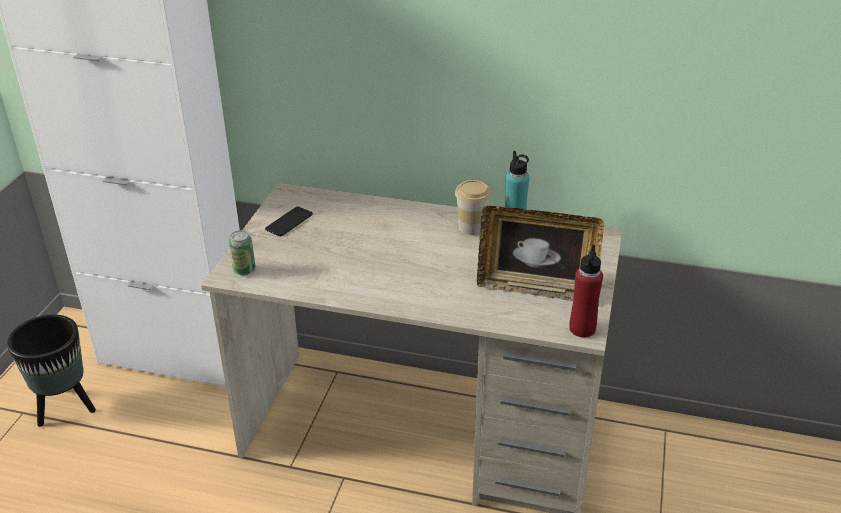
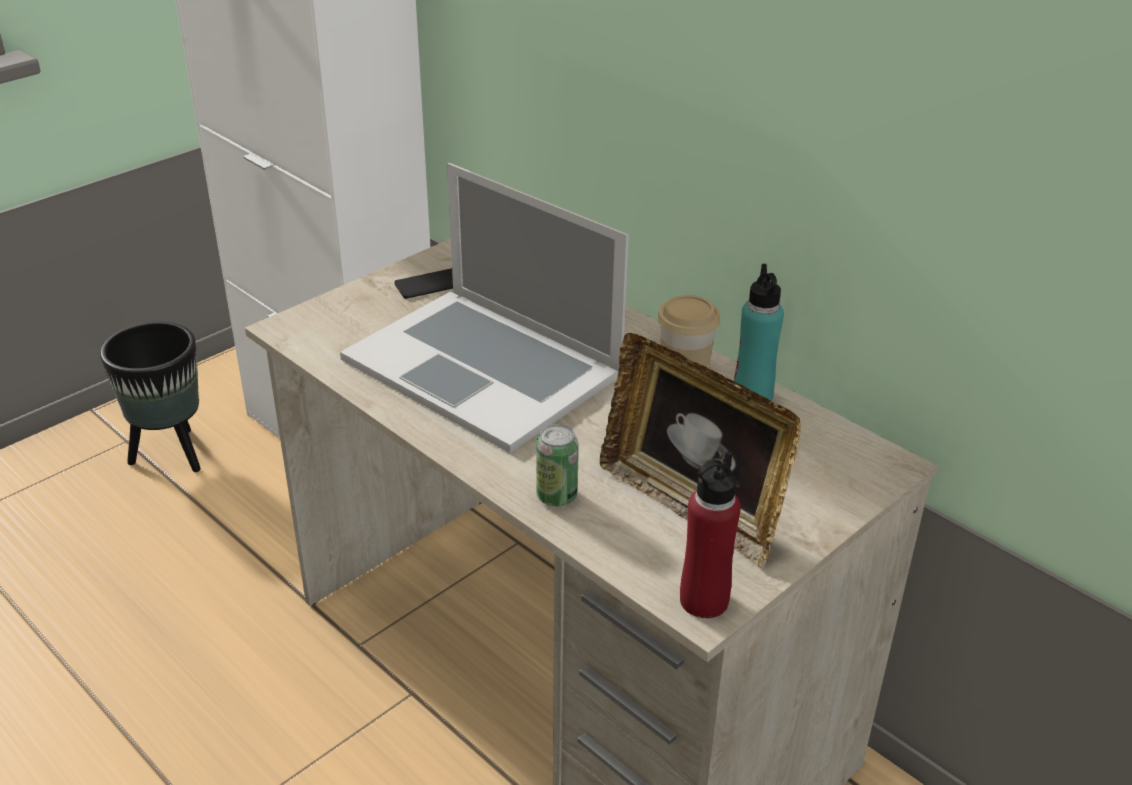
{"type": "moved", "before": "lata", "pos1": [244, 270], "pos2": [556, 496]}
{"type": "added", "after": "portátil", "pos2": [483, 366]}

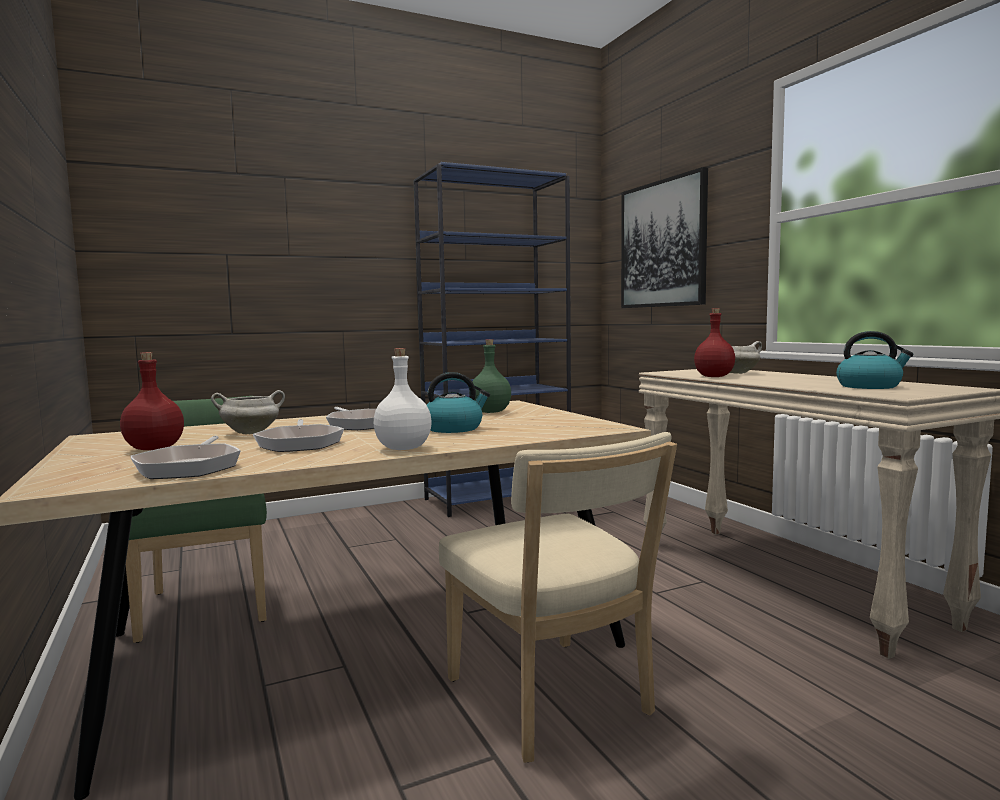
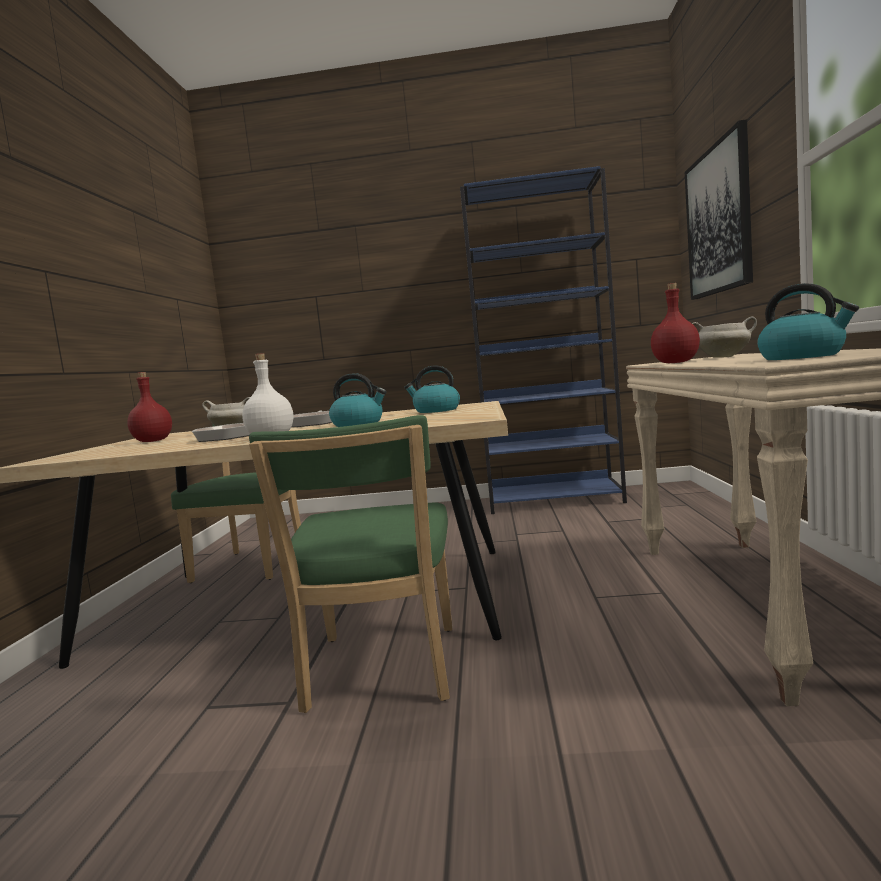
{"type": "replaced", "before": "botella/verde", "after": "hervidor", "pos1": [491, 412], "pos2": [436, 410]}
{"type": "recoloured", "before": "silla/beis", "after": "silla/verde", "pos1": [553, 702], "pos2": [381, 672]}
{"type": "removed", "before": "sartén", "pos1": [190, 467]}

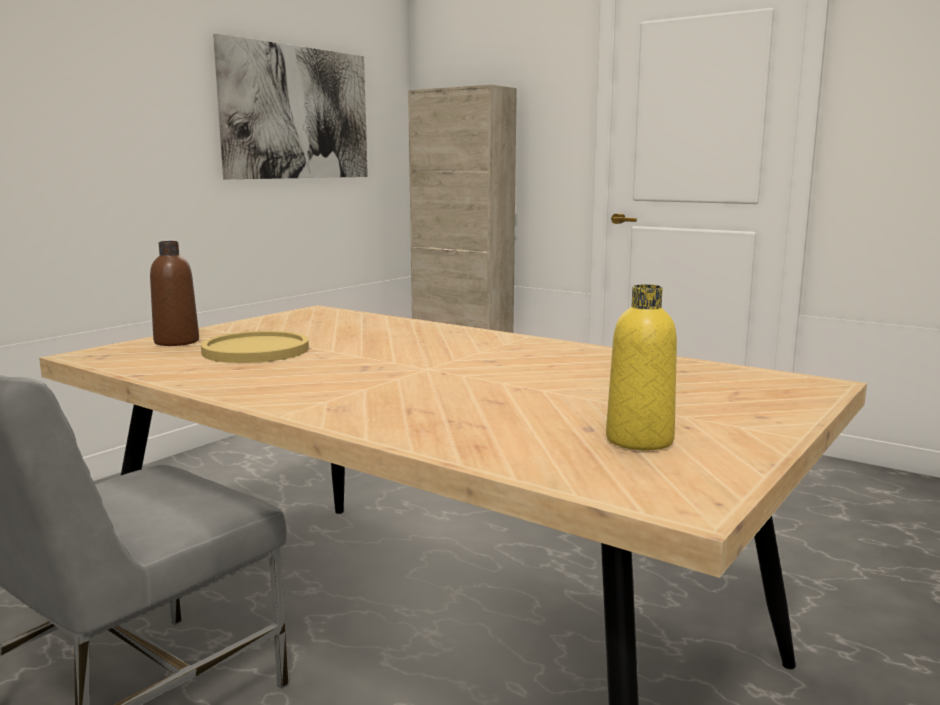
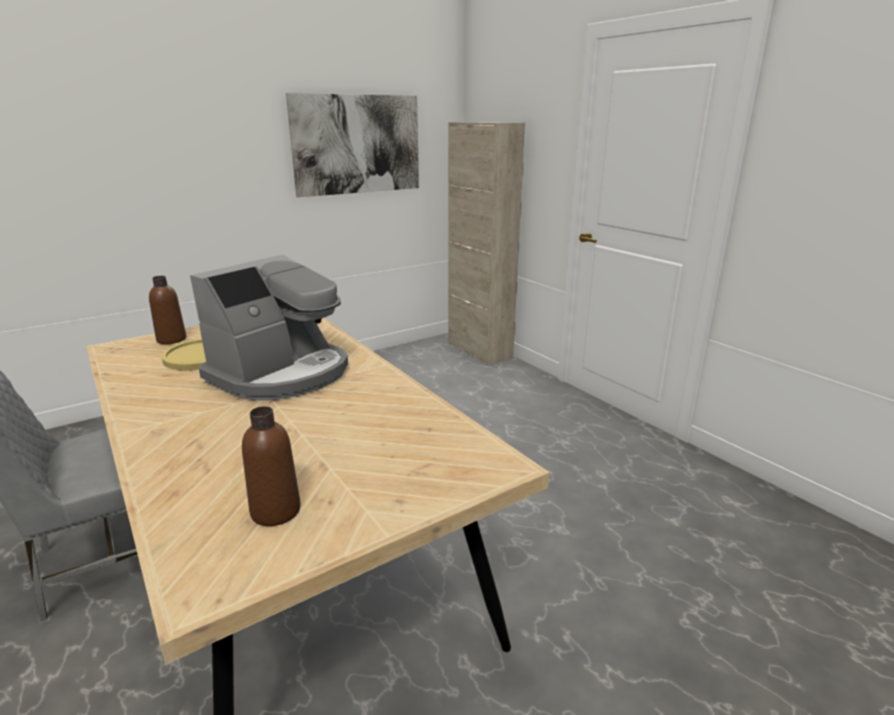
{"type": "recoloured", "before": "botella/amarillo", "after": "botella/marrón", "pos1": [639, 440], "pos2": [275, 511]}
{"type": "added", "after": "cafetera", "pos2": [281, 374]}

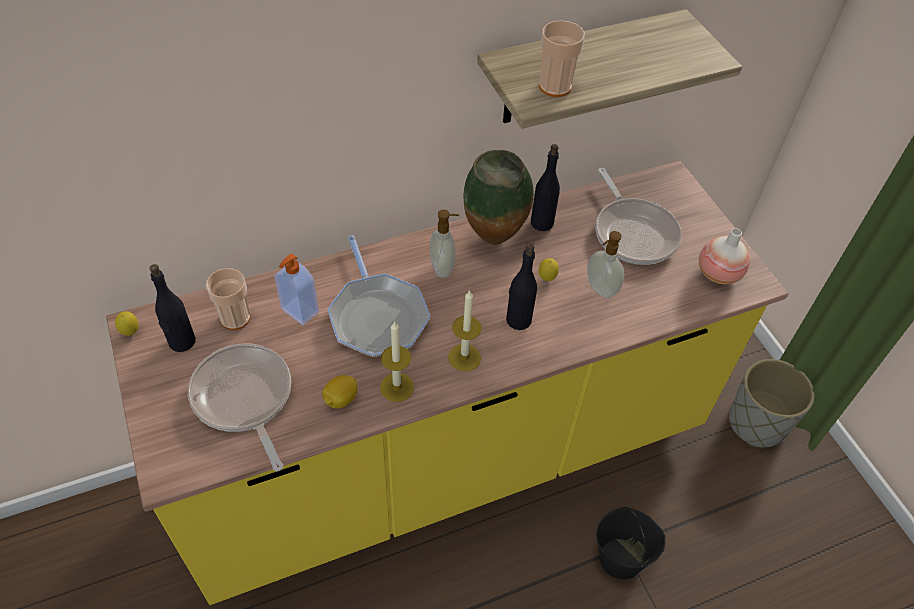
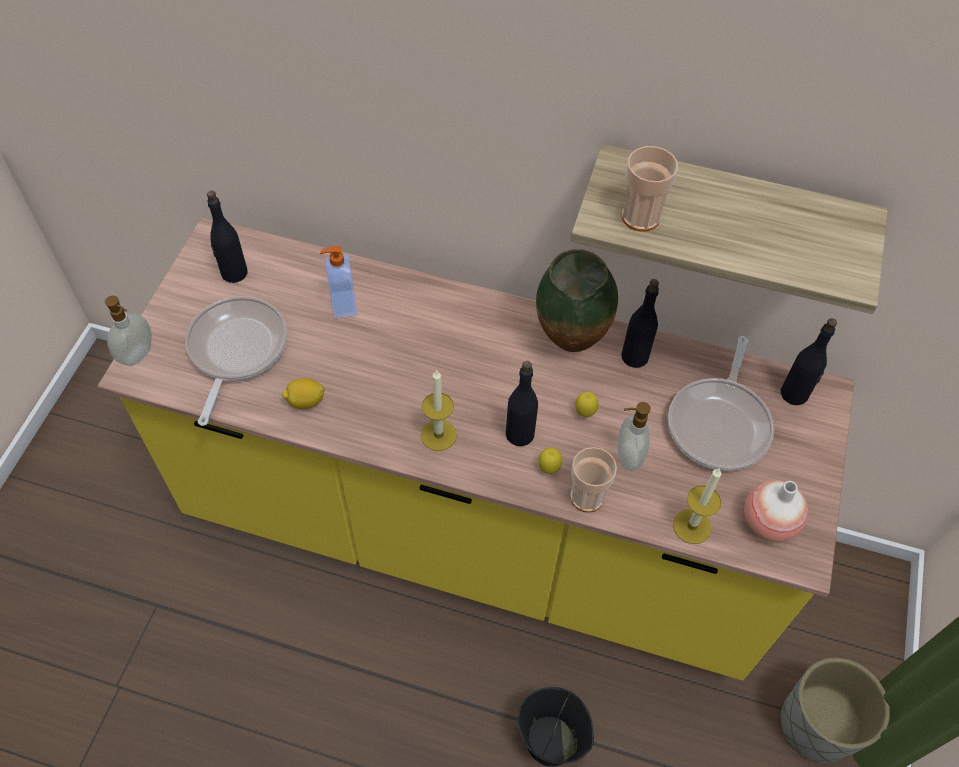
{"type": "moved", "before": "dispensador de jabón", "pos1": [443, 267], "pos2": [138, 355]}
{"type": "removed", "before": "sartén", "pos1": [377, 316]}
{"type": "moved", "before": "taza", "pos1": [235, 318], "pos2": [587, 497]}
{"type": "moved", "before": "limón", "pos1": [131, 332], "pos2": [549, 469]}
{"type": "moved", "before": "vela", "pos1": [397, 387], "pos2": [692, 526]}
{"type": "added", "after": "botella/negro", "pos2": [794, 394]}

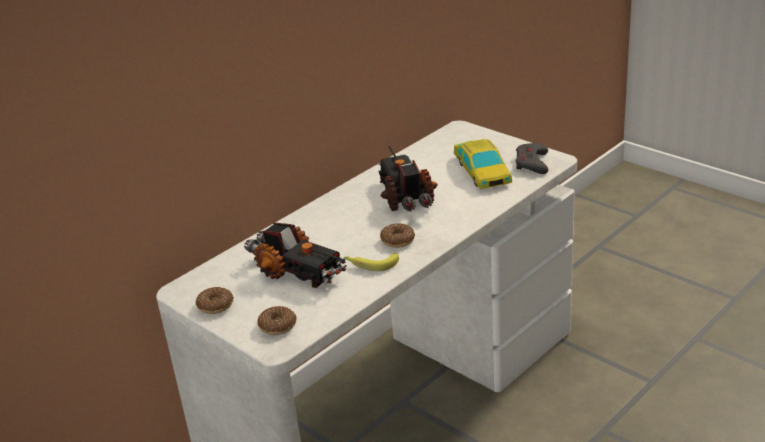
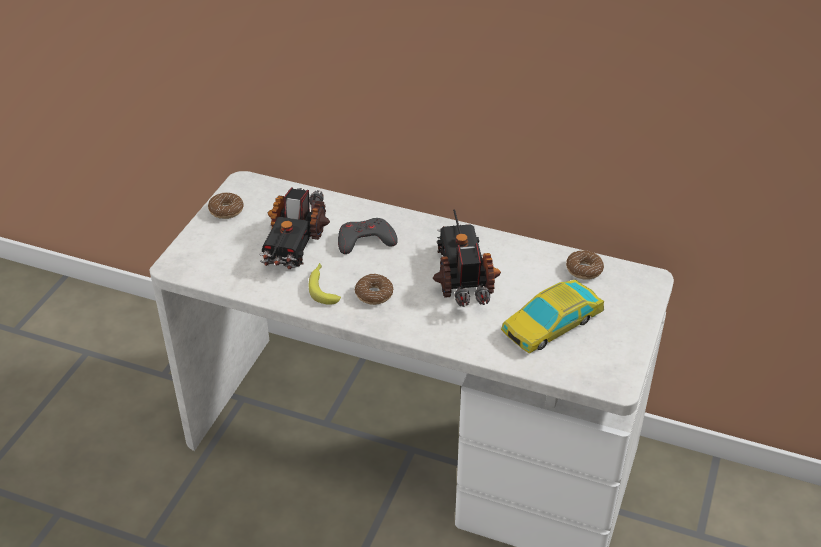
{"type": "moved", "before": "mando de consola/gris", "pos1": [532, 163], "pos2": [365, 240]}
{"type": "turned", "before": "camión de juguete", "pos1": [406, 197], "pos2": [464, 278], "turn": -60}
{"type": "moved", "before": "rosquilla", "pos1": [277, 326], "pos2": [584, 270]}

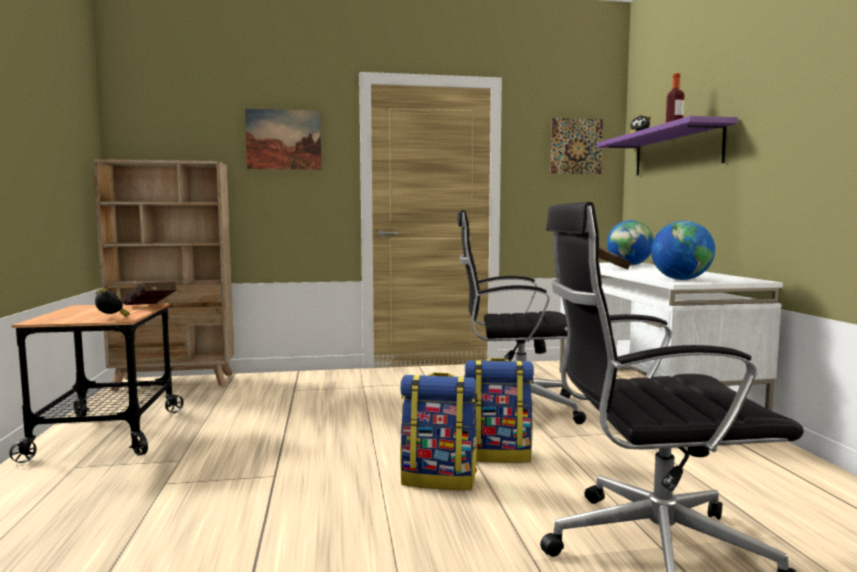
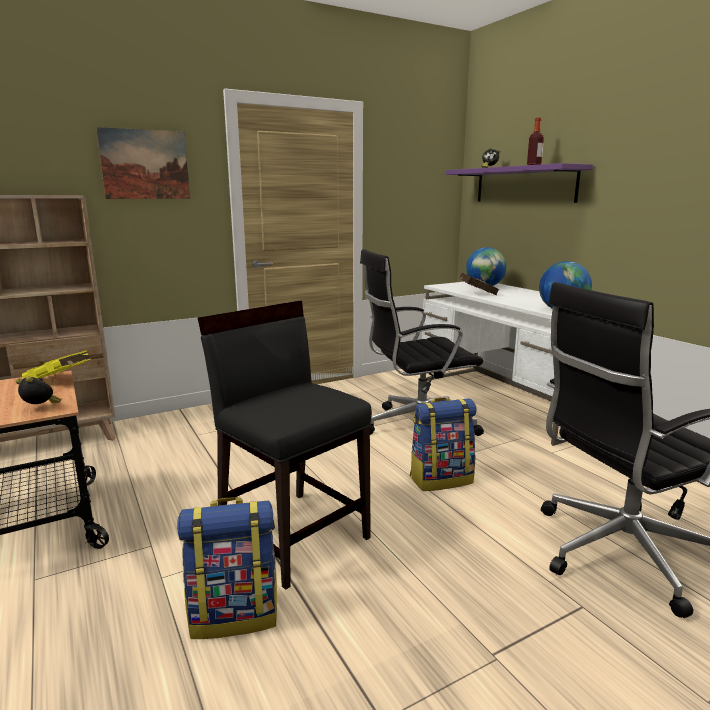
{"type": "removed", "before": "cuadro", "pos1": [576, 146]}
{"type": "recoloured", "before": "libro/rojo", "after": "libro/amarillo", "pos1": [151, 307], "pos2": [60, 381]}
{"type": "moved", "before": "mochila", "pos1": [439, 478], "pos2": [235, 614]}
{"type": "added", "after": "silla/negro", "pos2": [293, 534]}

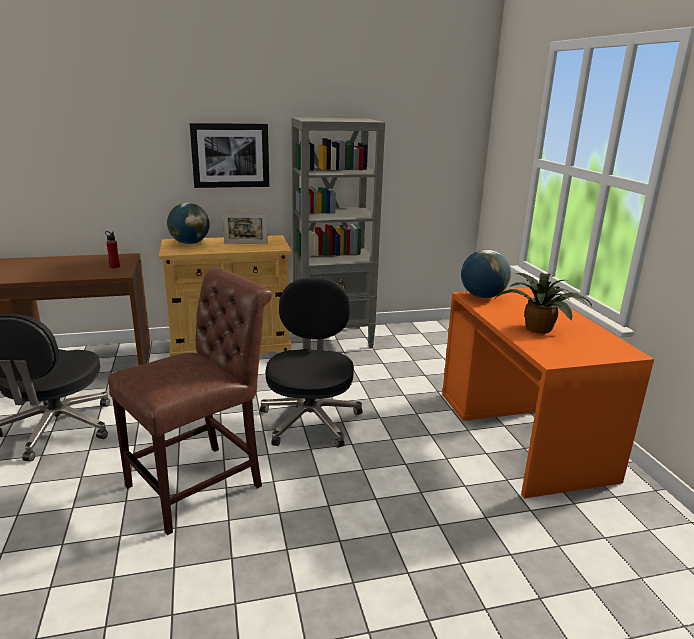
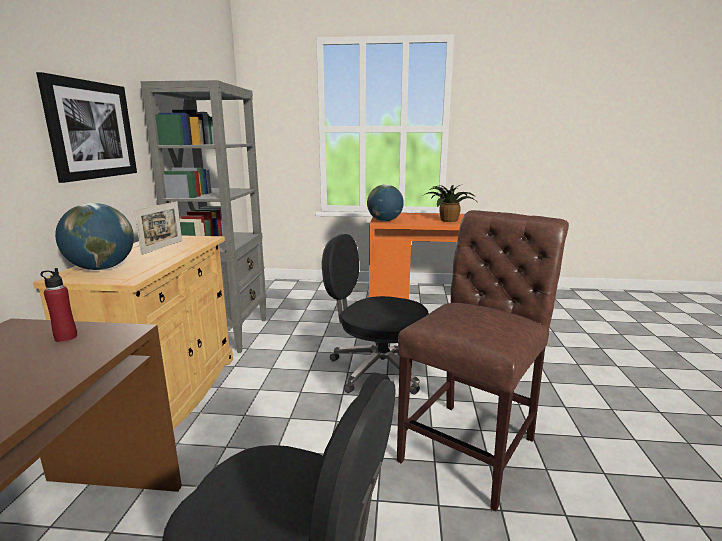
{"type": "turned", "before": "silla/marrón", "pos1": [202, 483], "pos2": [473, 445], "turn": 60}

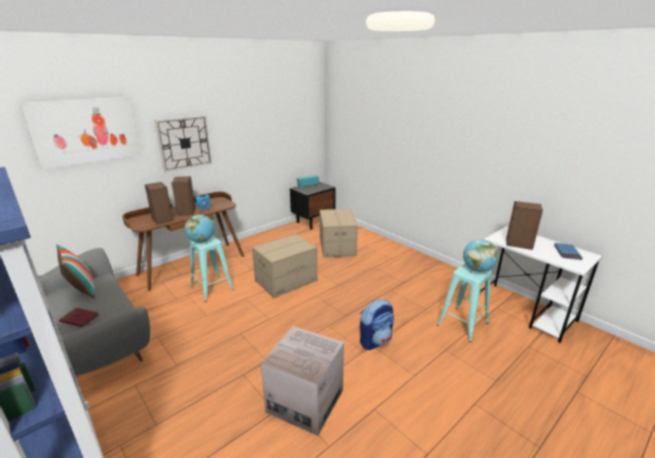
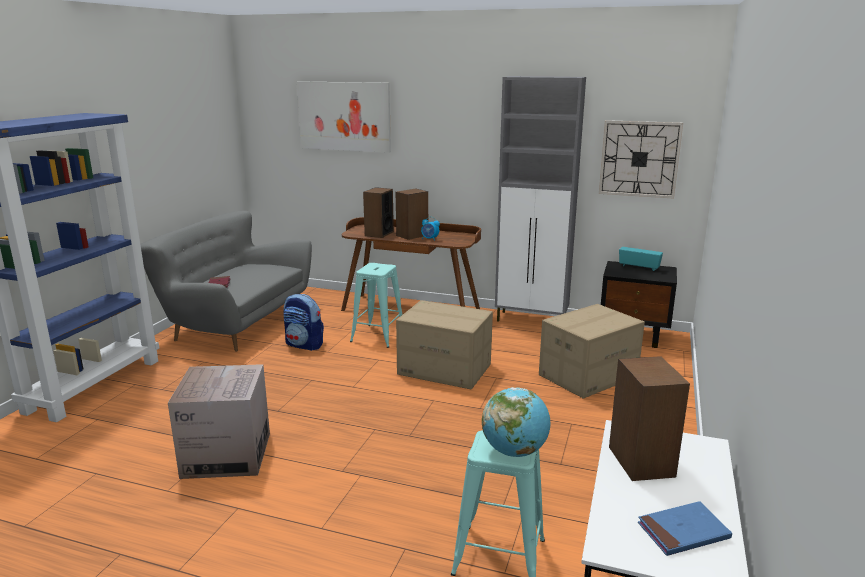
{"type": "moved", "before": "reloj de pared", "pos1": [185, 143], "pos2": [639, 159]}
{"type": "removed", "before": "globo terráqueo", "pos1": [201, 241]}
{"type": "removed", "before": "cojín", "pos1": [82, 290]}
{"type": "moved", "before": "mochila", "pos1": [375, 341], "pos2": [304, 345]}
{"type": "added", "after": "armario/gris", "pos2": [532, 320]}

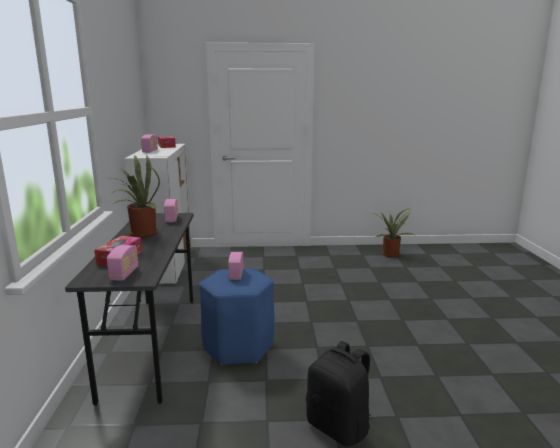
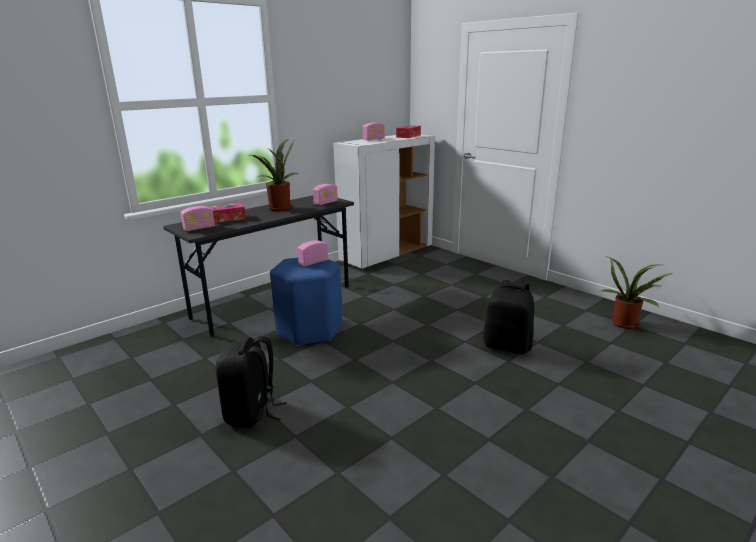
{"type": "added", "after": "mochila/negro", "pos2": [507, 346]}

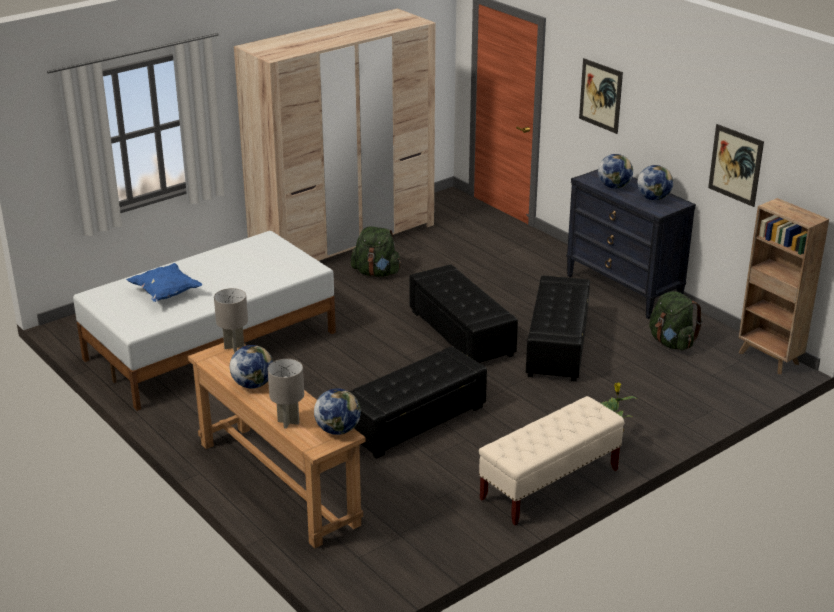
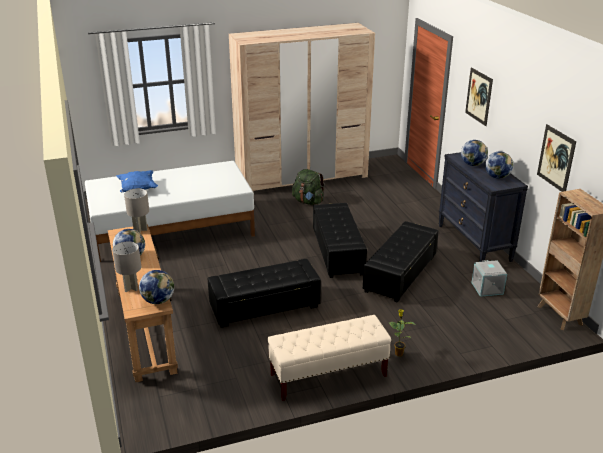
{"type": "replaced", "before": "mochila/verde", "after": "caja de almacenaje/gris", "pos1": [671, 343], "pos2": [488, 288]}

